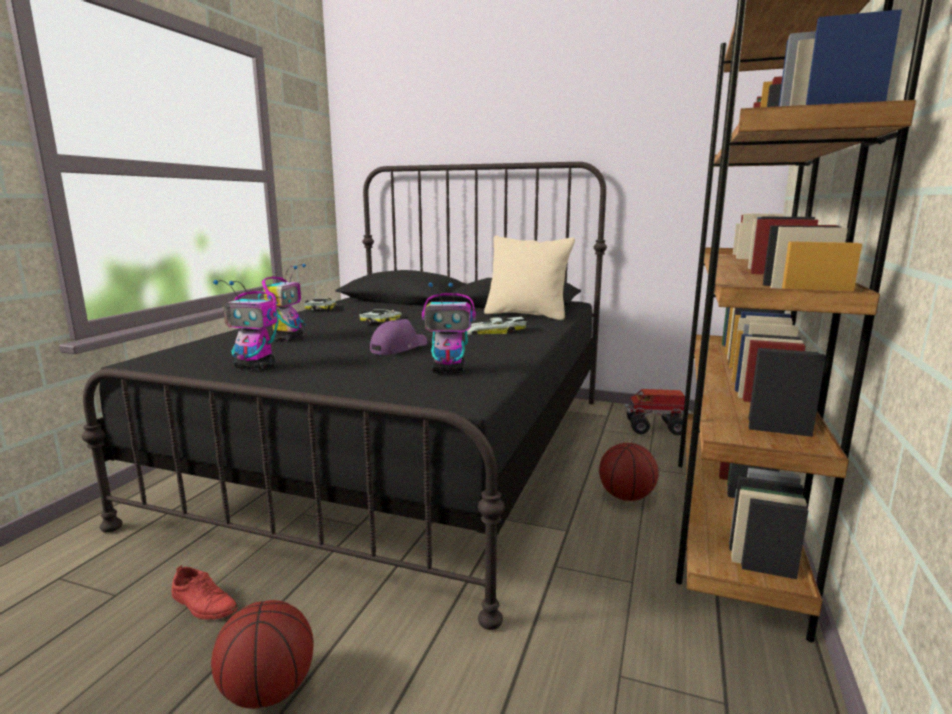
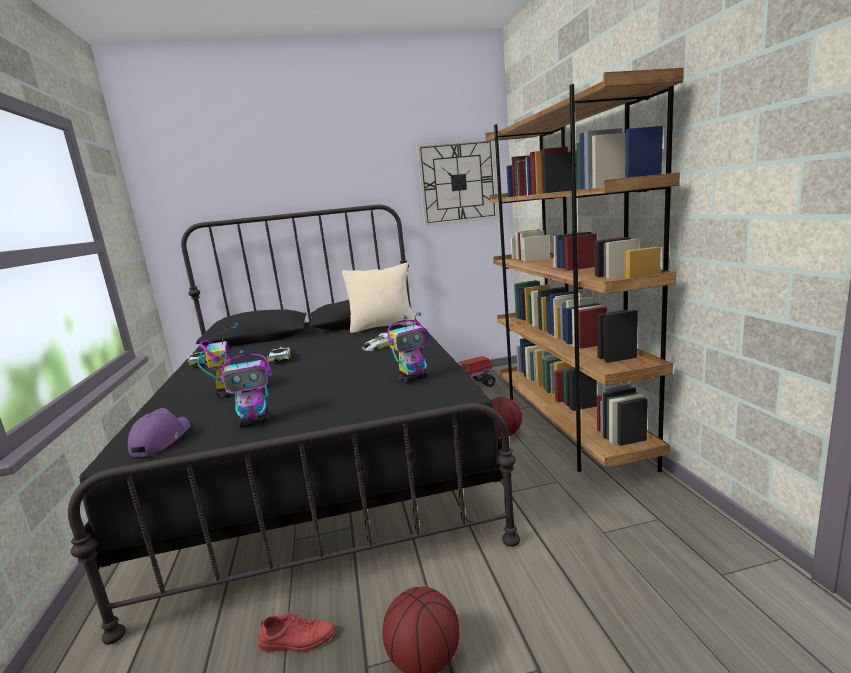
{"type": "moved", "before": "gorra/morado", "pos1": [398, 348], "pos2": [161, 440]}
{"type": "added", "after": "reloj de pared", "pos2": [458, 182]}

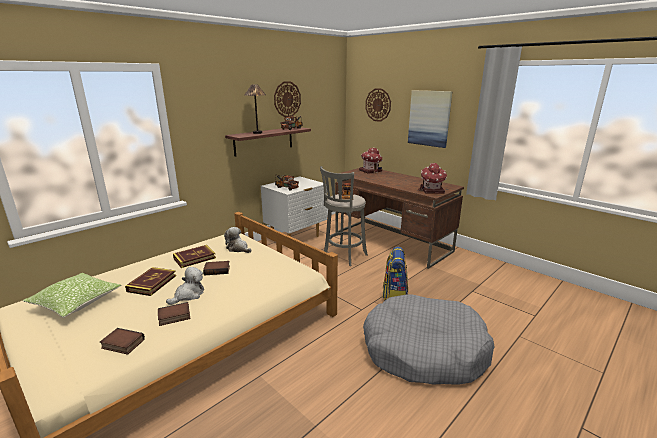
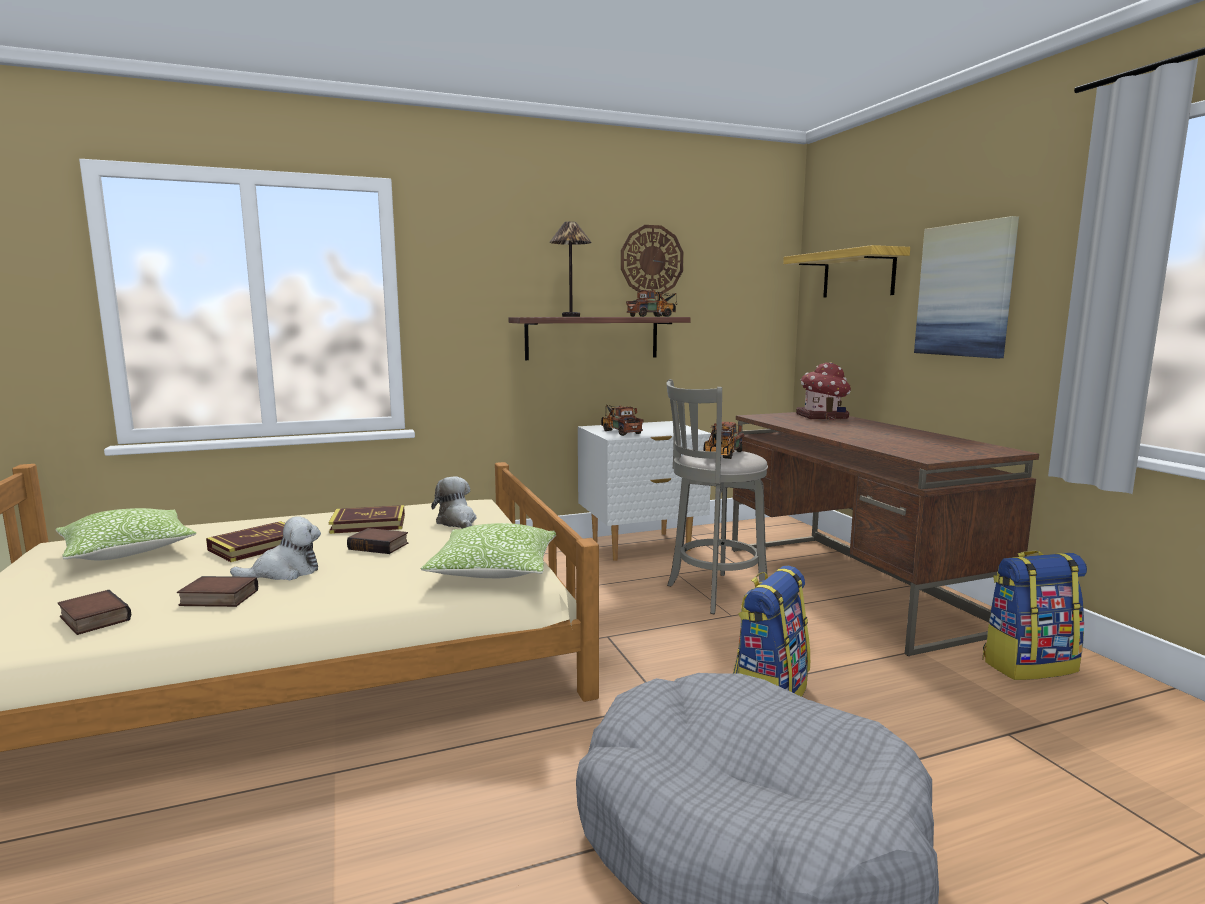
{"type": "replaced", "before": "reloj de pared", "after": "estante", "pos1": [378, 105], "pos2": [858, 274]}
{"type": "removed", "before": "casita", "pos1": [432, 190]}
{"type": "added", "after": "cojín", "pos2": [494, 570]}
{"type": "added", "after": "mochila", "pos2": [1028, 665]}

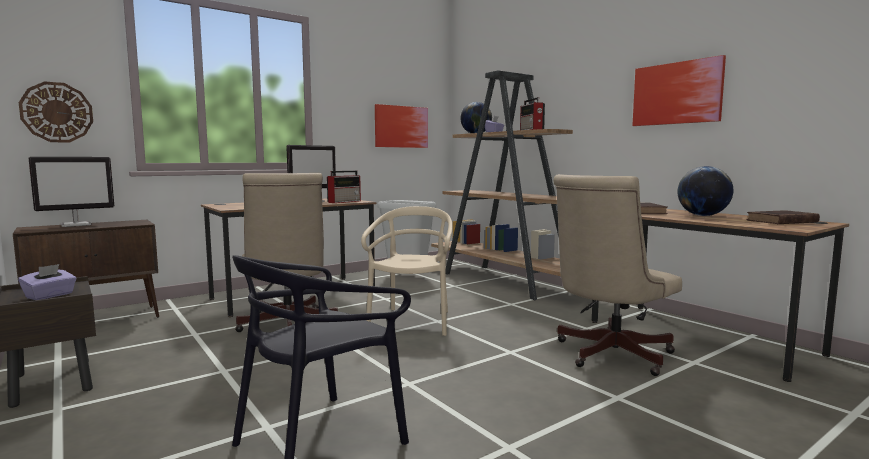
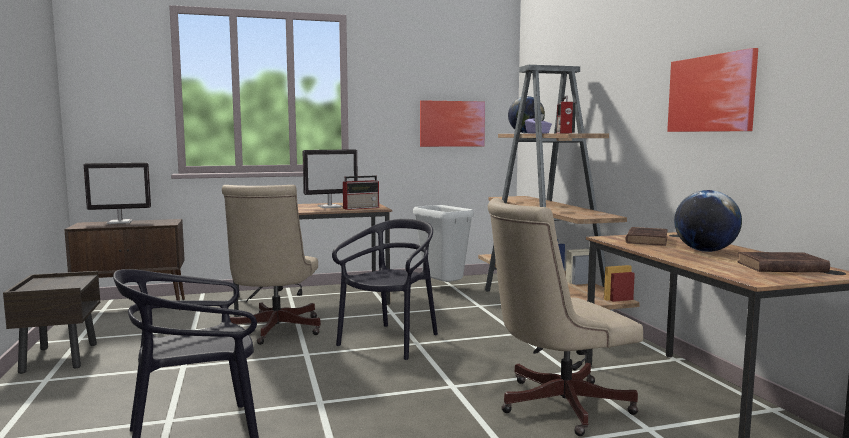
{"type": "removed", "before": "reloj de pared", "pos1": [57, 112]}
{"type": "recoloured", "before": "silla/beis", "after": "silla/negro", "pos1": [412, 322], "pos2": [390, 341]}
{"type": "removed", "before": "caja de pañuelos/morado", "pos1": [50, 296]}

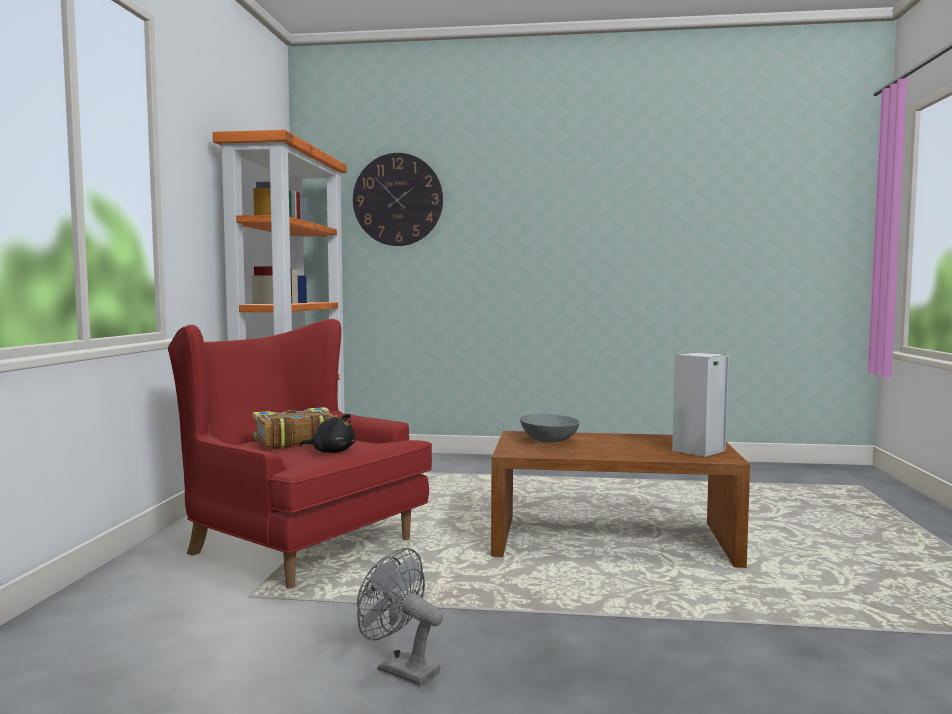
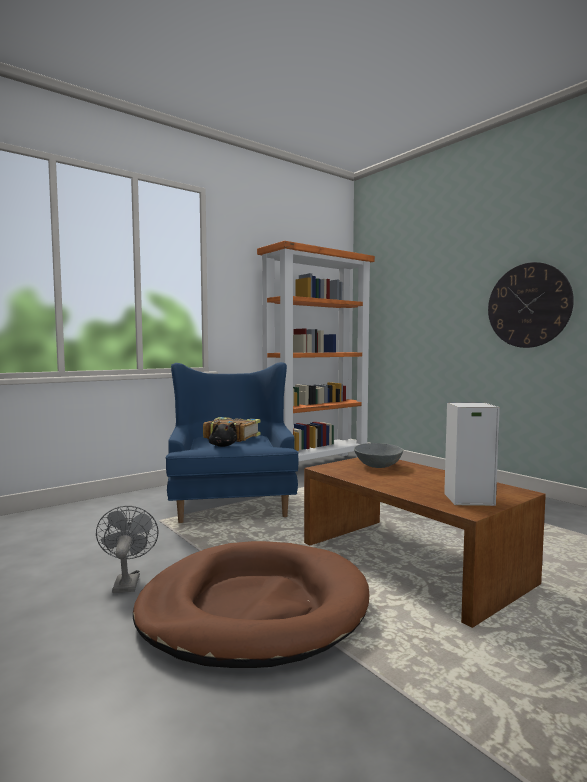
{"type": "moved", "before": "reloj de pared", "pos1": [398, 199], "pos2": [528, 305]}
{"type": "recoloured", "before": "sillón/rojo", "after": "sillón/azul", "pos1": [298, 545], "pos2": [232, 502]}
{"type": "added", "after": "cama para perro/marrón", "pos2": [253, 608]}

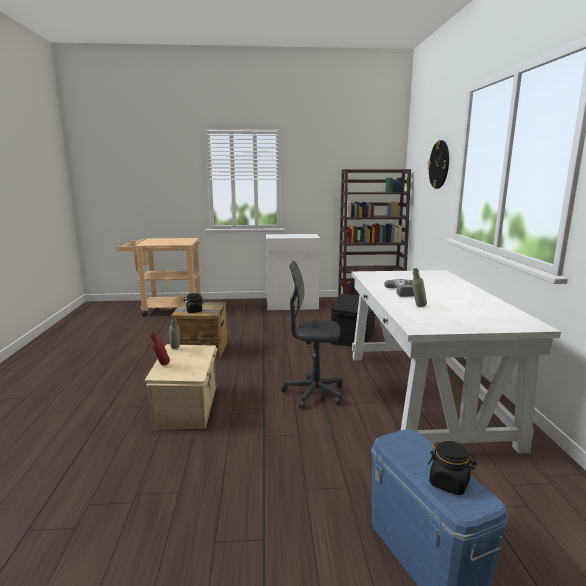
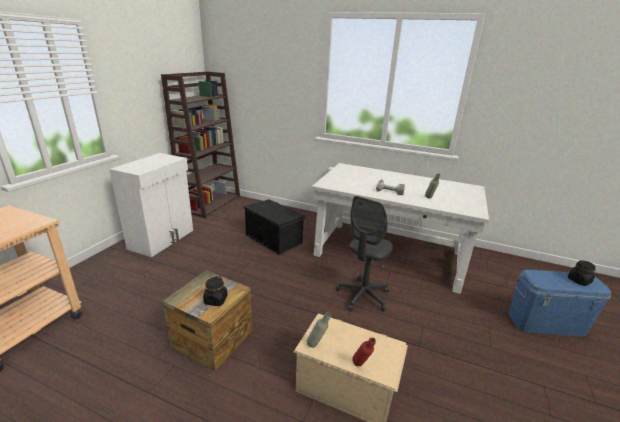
{"type": "removed", "before": "reloj de pared", "pos1": [439, 164]}

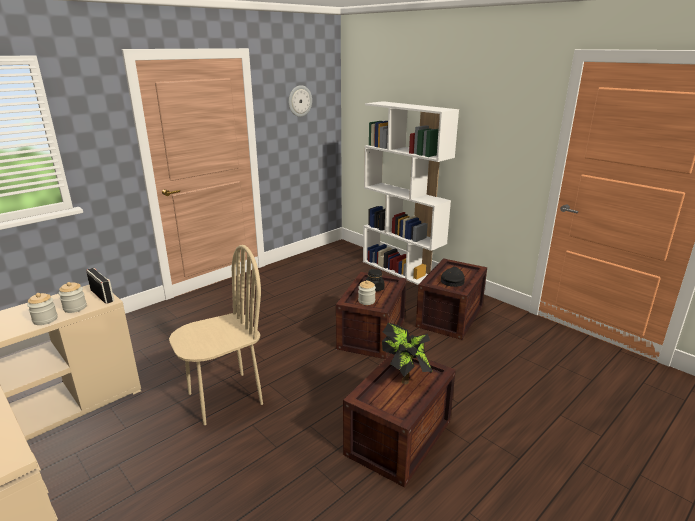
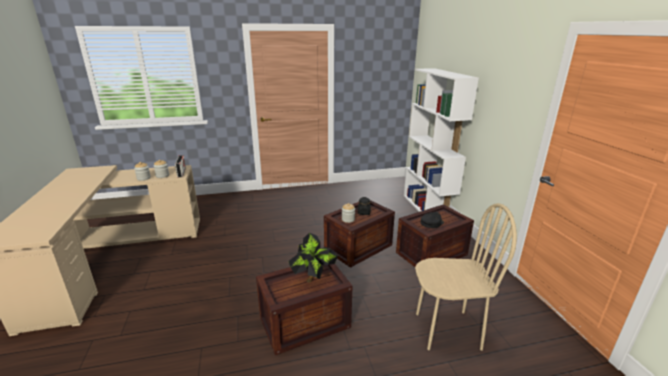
{"type": "removed", "before": "reloj de pared", "pos1": [299, 101]}
{"type": "moved", "before": "silla/beis", "pos1": [225, 398], "pos2": [447, 330]}

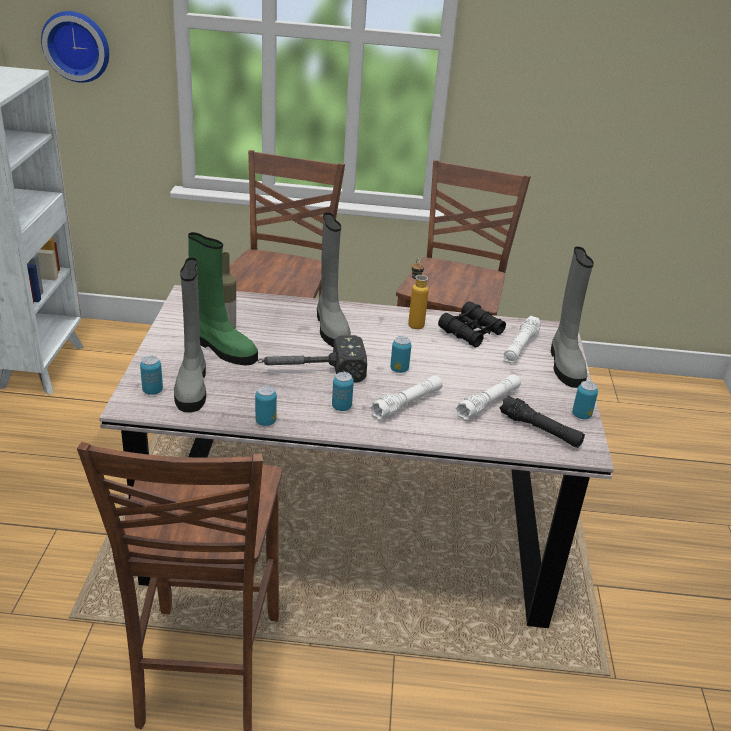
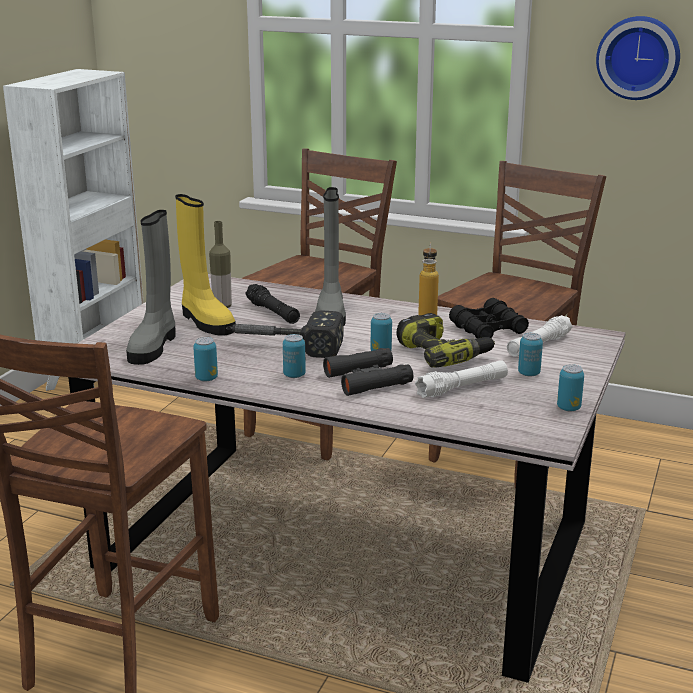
{"type": "moved", "before": "reloj de pared", "pos1": [77, 45], "pos2": [638, 57]}
{"type": "recoloured", "before": "bota/verde", "after": "bota/amarillo", "pos1": [223, 349], "pos2": [205, 321]}
{"type": "removed", "before": "bota/gris", "pos1": [565, 365]}
{"type": "moved", "before": "lata", "pos1": [152, 391], "pos2": [529, 373]}
{"type": "replaced", "before": "linterna/blanco", "after": "prismáticos/negro", "pos1": [407, 404], "pos2": [367, 379]}
{"type": "moved", "before": "linterna/negro", "pos1": [540, 430], "pos2": [273, 312]}
{"type": "added", "after": "taladro", "pos2": [444, 353]}

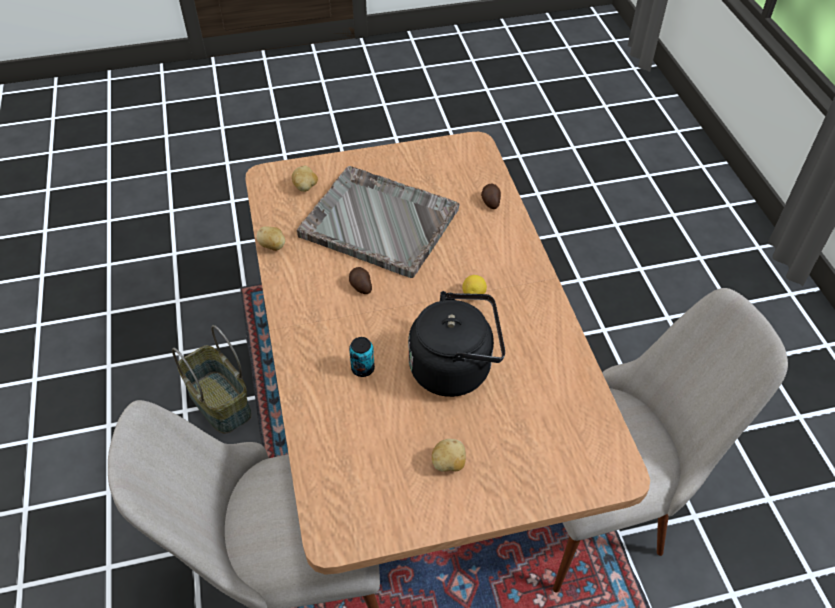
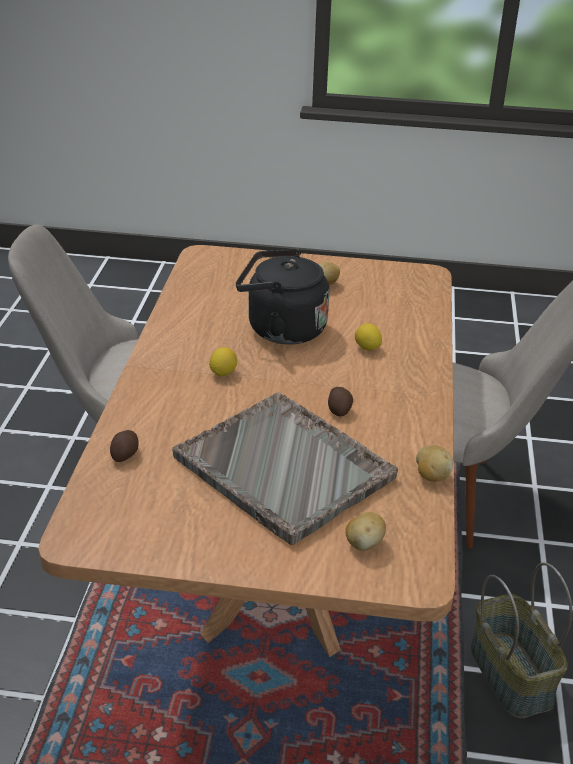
{"type": "replaced", "before": "lata", "after": "limón", "pos1": [363, 368], "pos2": [367, 348]}

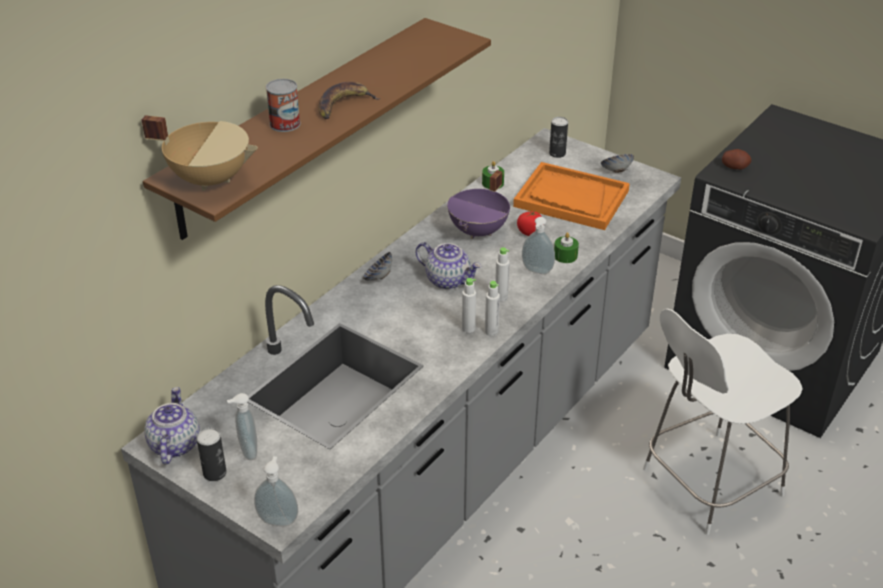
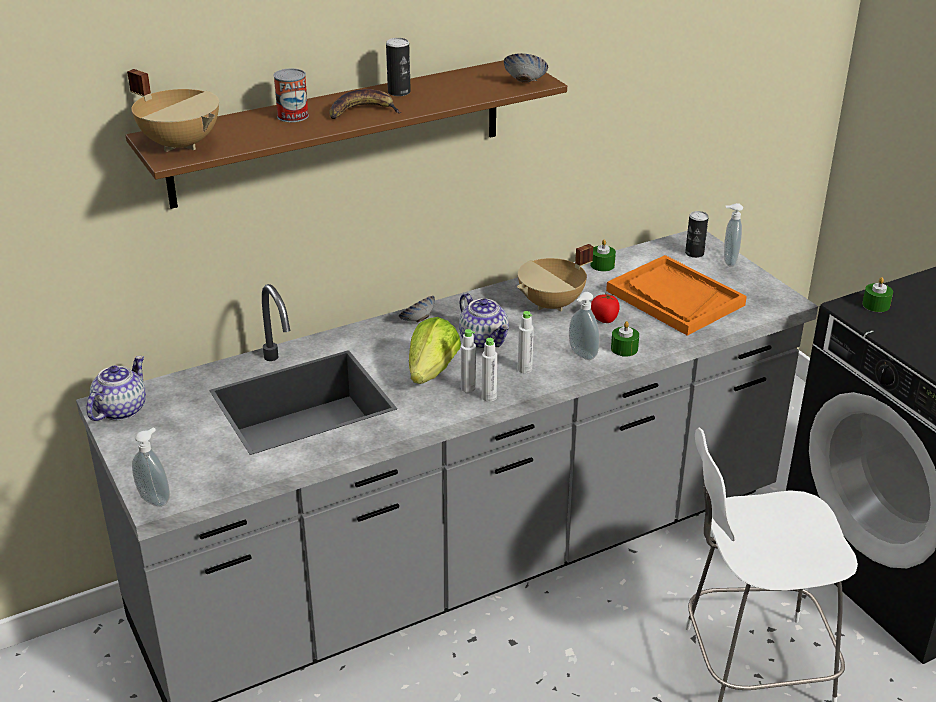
{"type": "replaced", "before": "patata", "after": "vela/verde", "pos1": [735, 167], "pos2": [876, 305]}
{"type": "moved", "before": "cuenco", "pos1": [616, 171], "pos2": [525, 82]}
{"type": "recoloured", "before": "olla/morado", "after": "olla/beis", "pos1": [479, 231], "pos2": [552, 305]}
{"type": "moved", "before": "dispensador de jabón", "pos1": [247, 451], "pos2": [728, 261]}
{"type": "moved", "before": "lata", "pos1": [214, 473], "pos2": [399, 92]}
{"type": "added", "after": "lechuga", "pos2": [431, 372]}

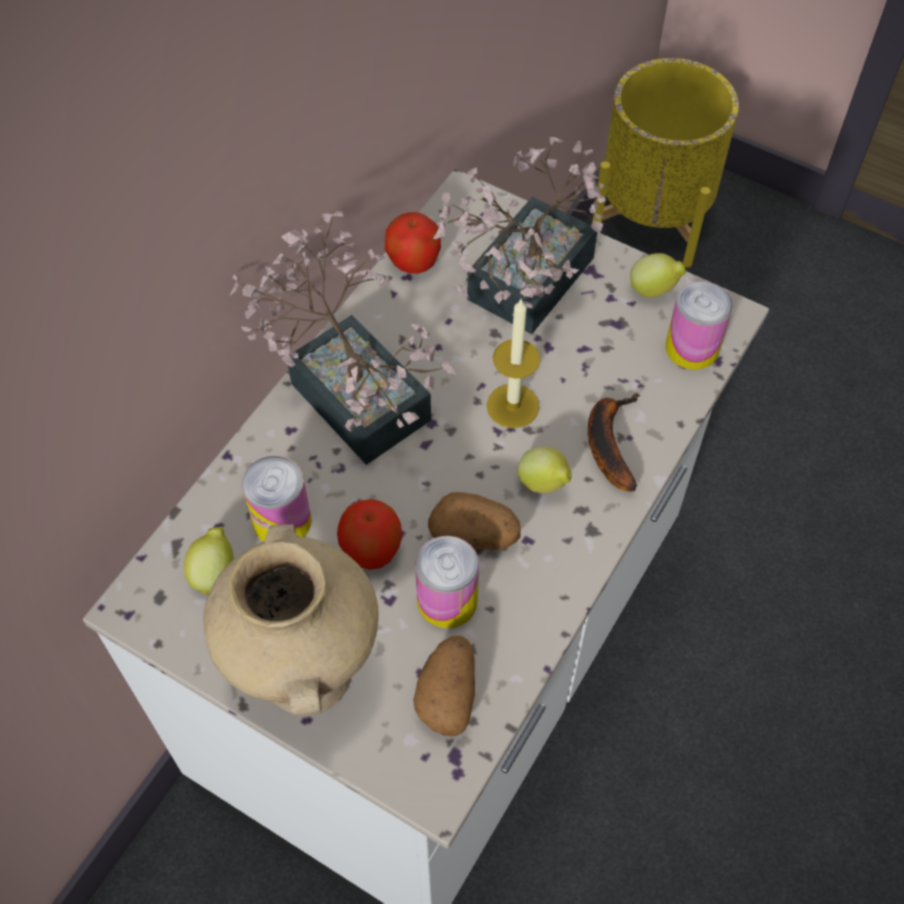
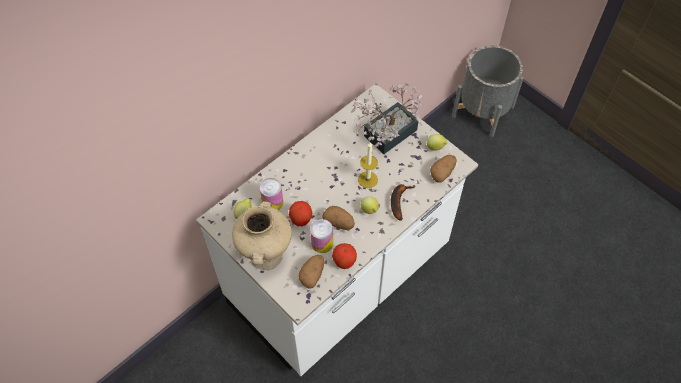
{"type": "recoloured", "before": "maceta/amarillo", "after": "maceta/gris", "pos1": [652, 217], "pos2": [483, 112]}
{"type": "removed", "before": "planta en maceta", "pos1": [351, 389]}
{"type": "moved", "before": "manzana", "pos1": [413, 261], "pos2": [344, 261]}
{"type": "replaced", "before": "lata", "after": "patata", "pos1": [692, 347], "pos2": [442, 173]}

